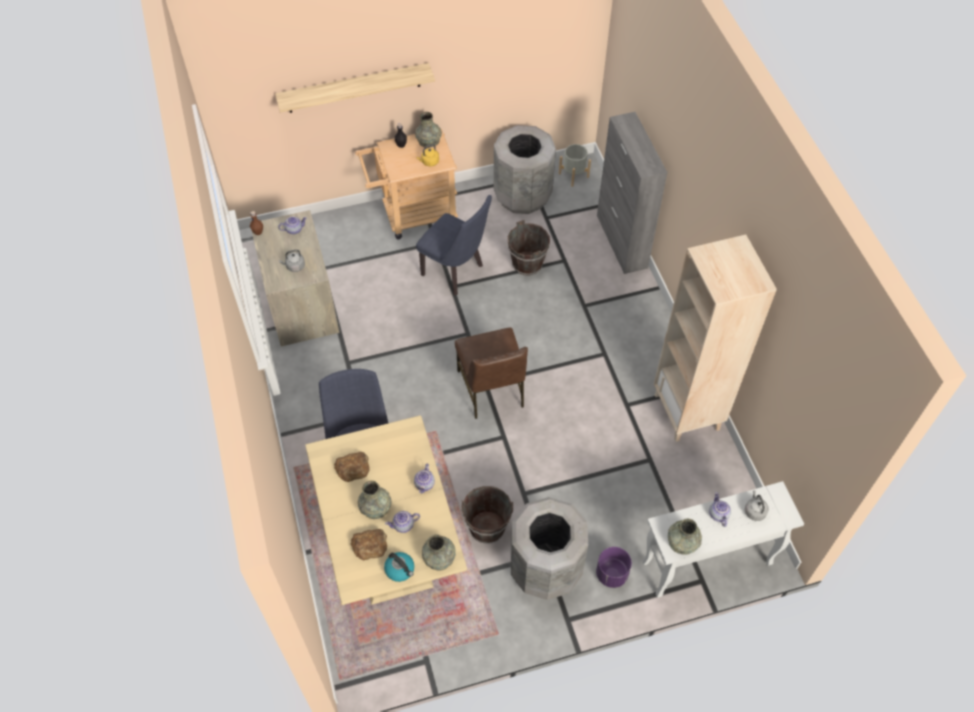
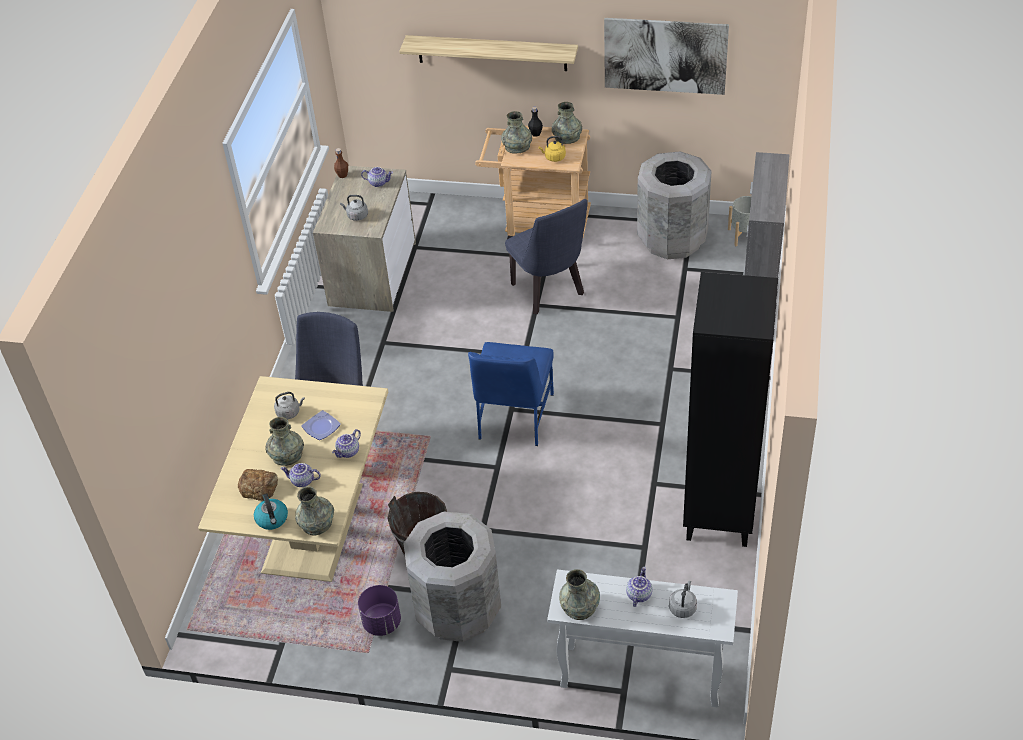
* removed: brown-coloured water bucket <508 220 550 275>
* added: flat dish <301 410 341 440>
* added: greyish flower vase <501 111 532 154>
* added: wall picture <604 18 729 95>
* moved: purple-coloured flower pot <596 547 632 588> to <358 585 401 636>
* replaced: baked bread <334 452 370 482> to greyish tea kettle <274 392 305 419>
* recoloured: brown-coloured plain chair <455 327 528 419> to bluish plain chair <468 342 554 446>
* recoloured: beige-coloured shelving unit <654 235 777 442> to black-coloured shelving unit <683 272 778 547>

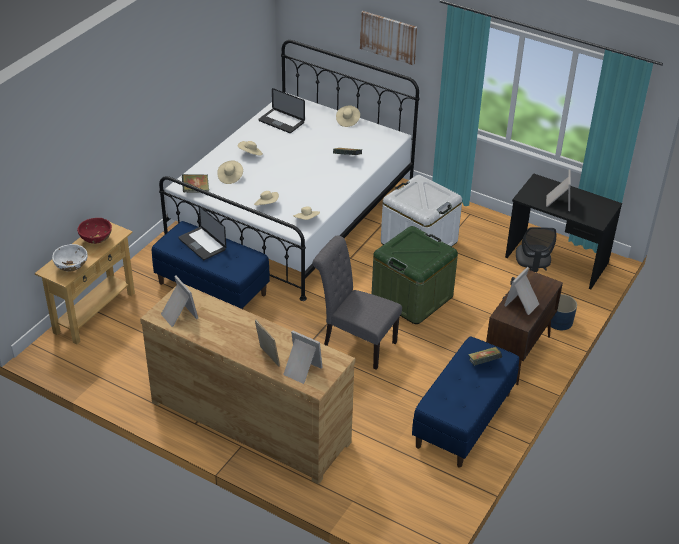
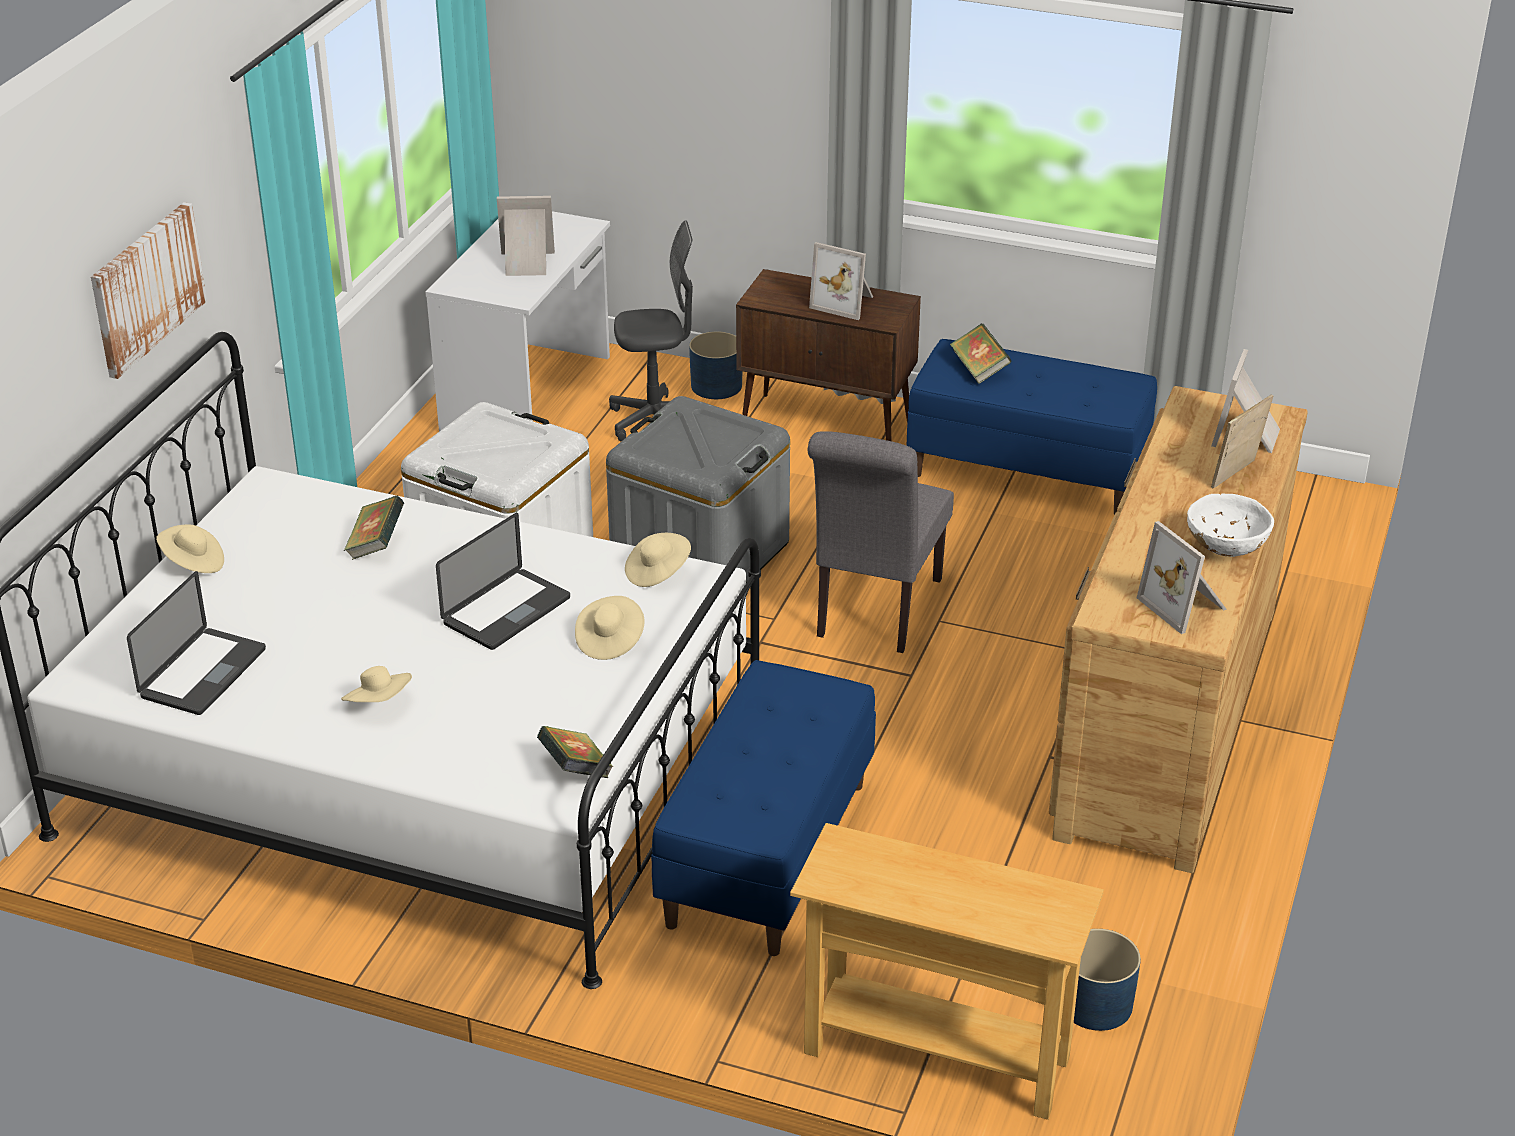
* removed: reddish bowl <77 218 112 244>
* removed: beige-coloured wearable hat <217 160 243 184>
* added: bluish flower pot <1074 929 1141 1031>
* moved: white-coloured bowl <52 244 88 272> to <1187 494 1274 557>
* moved: portable computer <178 206 226 260> to <436 513 570 650>
* recoloured: greenish storage box <372 226 458 324> to greyish storage box <606 396 790 582>
* recoloured: black-coloured desk <505 174 622 289> to white-coloured desk <425 211 610 431>
* turned: picture frame <161 276 198 327> = <1137 521 1227 634> 75 degrees counterclockwise

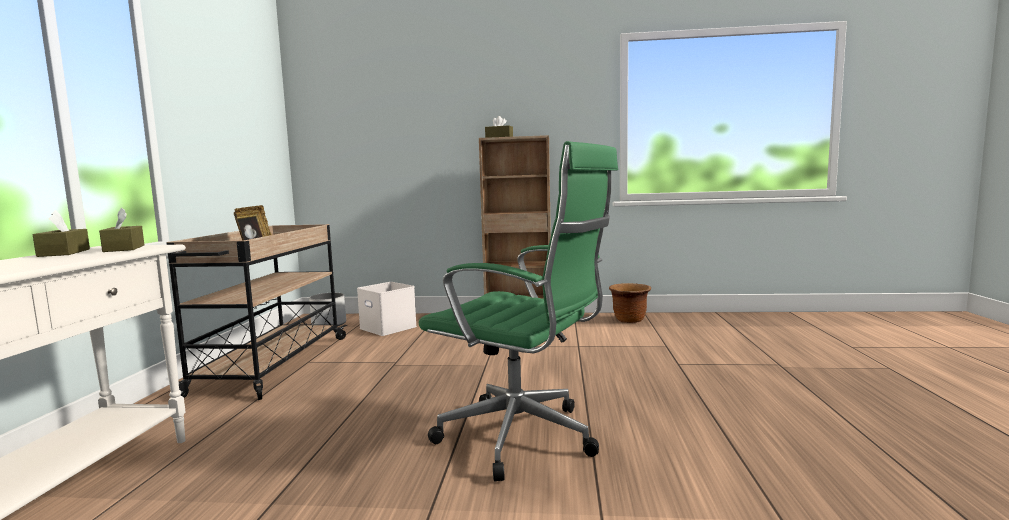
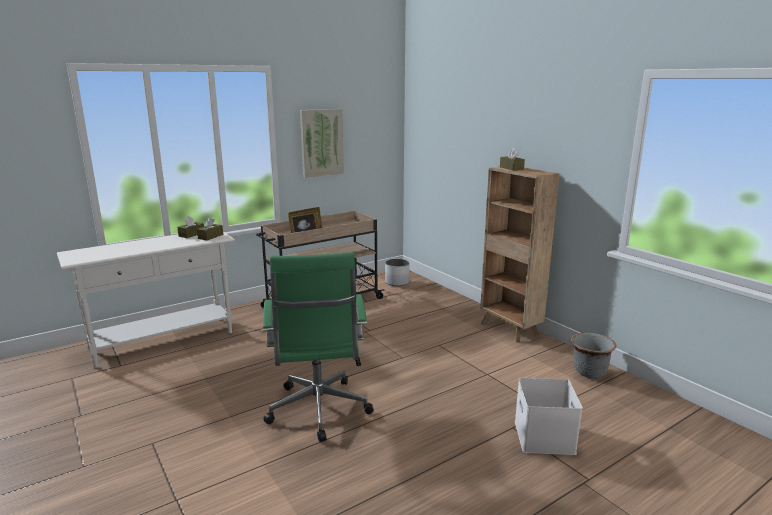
* added: wall picture <300 109 344 178>
* moved: white-coloured storage box <357 282 417 336> to <515 378 583 455>
* recoloured: brown-coloured flower pot <609 283 651 323> to greyish flower pot <571 333 616 379>

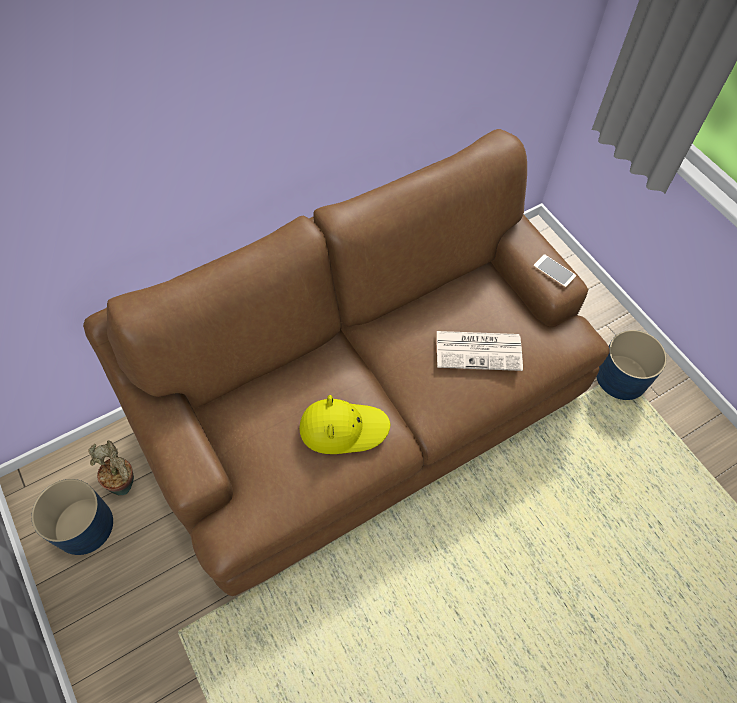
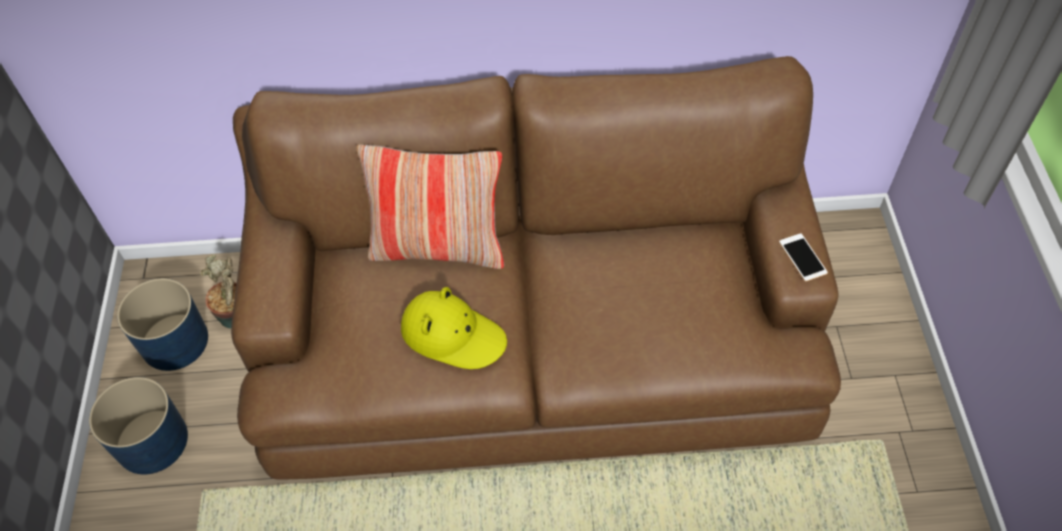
* removed: daily paper <437 331 523 371>
* added: throw pillow <357 144 505 269>
* moved: bluish flower pot <596 330 667 400> to <89 377 188 474>

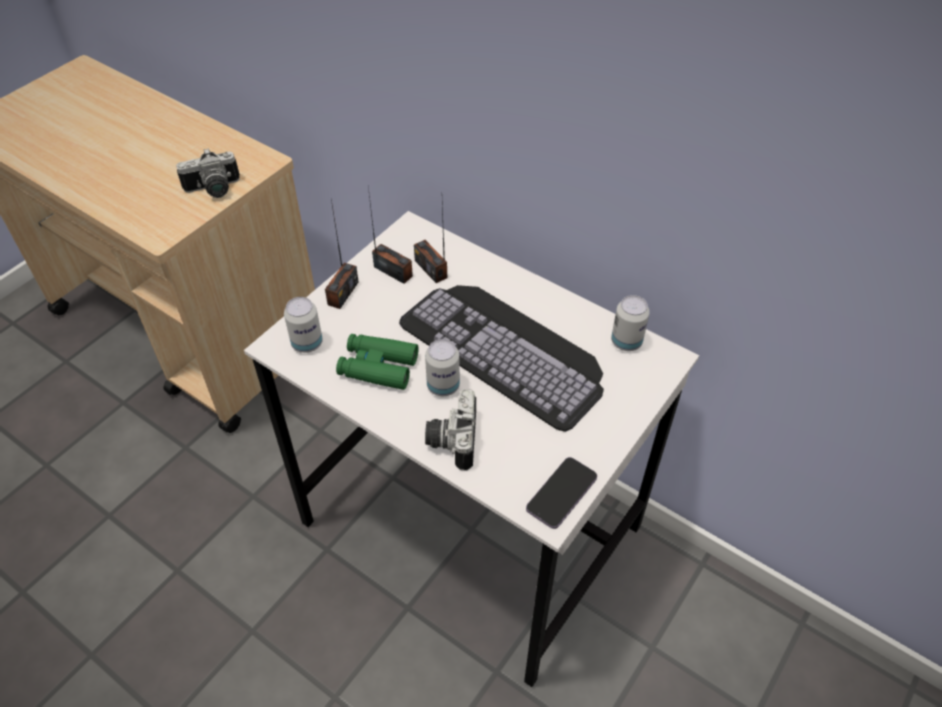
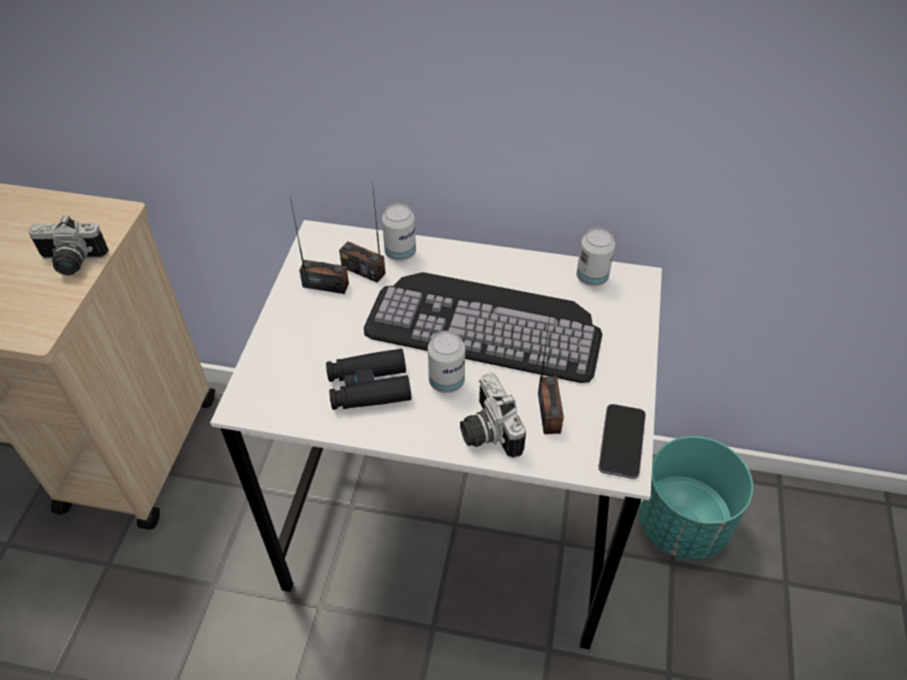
* added: turquoise flower pot <638 436 753 560>
* moved: metal can <284 297 323 353> to <382 203 416 261>
* moved: radio <325 200 359 309> to <538 310 564 434>
* recoloured: greenish field glasses <336 334 419 390> to black-coloured field glasses <326 349 411 410>
* turned: photo camera <176 148 240 198> = <28 215 109 275> 45 degrees clockwise

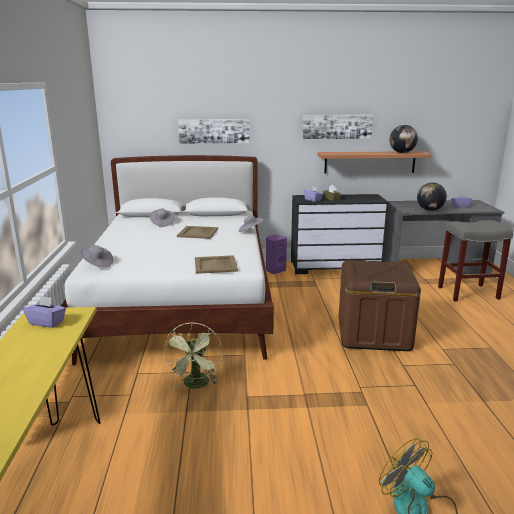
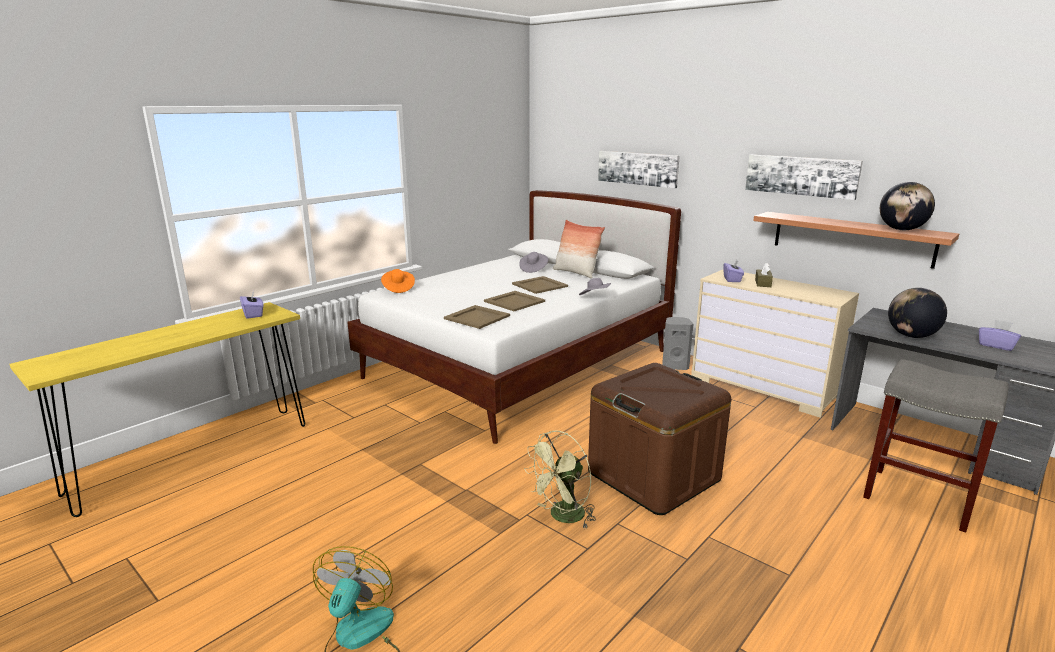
* added: beige-coloured serving tray <484 291 545 311>
* added: throw pillow <553 219 605 278>
* moved: greenish fan <163 323 223 389> to <524 431 596 529>
* recoloured: greyish wearable hat <81 245 113 268> to orange wearable hat <381 269 415 293>
* recoloured: purple-coloured audio speaker <266 235 287 274> to greyish audio speaker <662 317 693 370>
* recoloured: black-coloured dresser <291 194 389 274> to beige-coloured dresser <691 269 859 418>

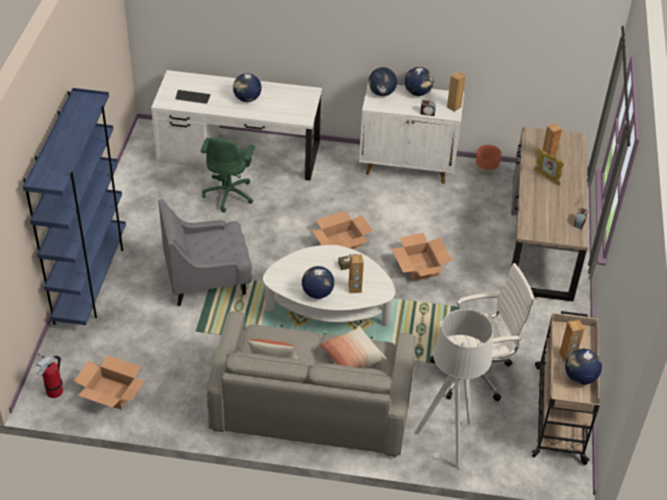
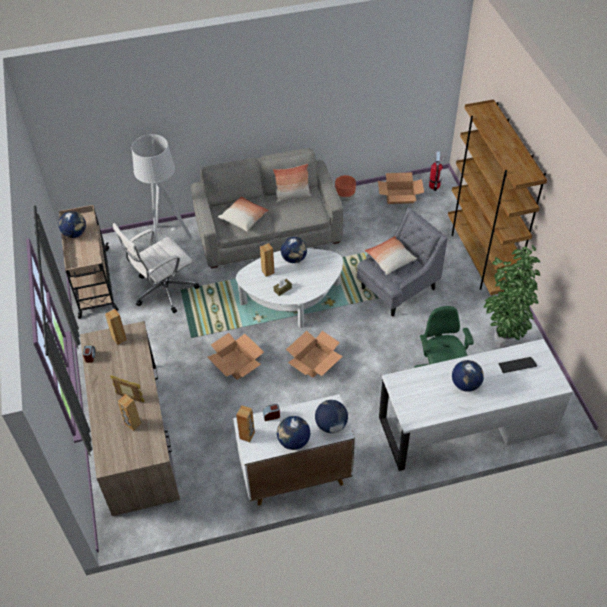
* added: throw pillow <364 236 417 275>
* added: potted plant <483 245 541 349>
* moved: brown-coloured flower pot <475 145 502 175> to <335 175 356 201>
* moved: brown-coloured audio speaker <560 320 584 362> to <105 309 127 345>
* recoloured: bluish shelving unit <23 88 126 325> to brown-coloured shelving unit <448 99 547 295>

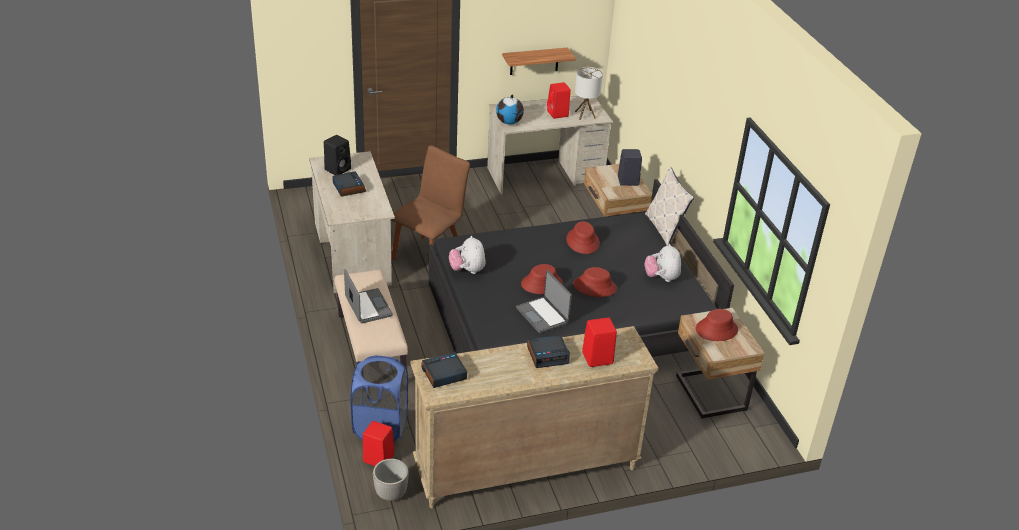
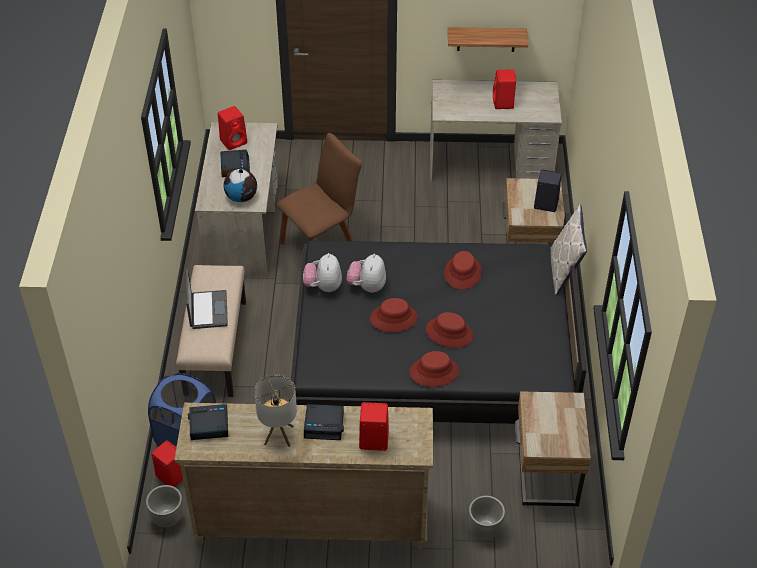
* removed: portable computer <516 270 572 333>
* added: flower pot <468 496 505 538>
* moved: world globe <496 95 524 124> to <224 169 257 202>
* moved: lamp for a table <575 67 603 120> to <254 375 297 447>
* moved: cuddly toy <644 244 681 282> to <347 254 386 293>
* moved: reddish wearable hat <696 309 738 341> to <410 351 459 387>
* recoloured: black-coloured audio speaker <324 135 351 175> to reddish audio speaker <218 106 247 150>

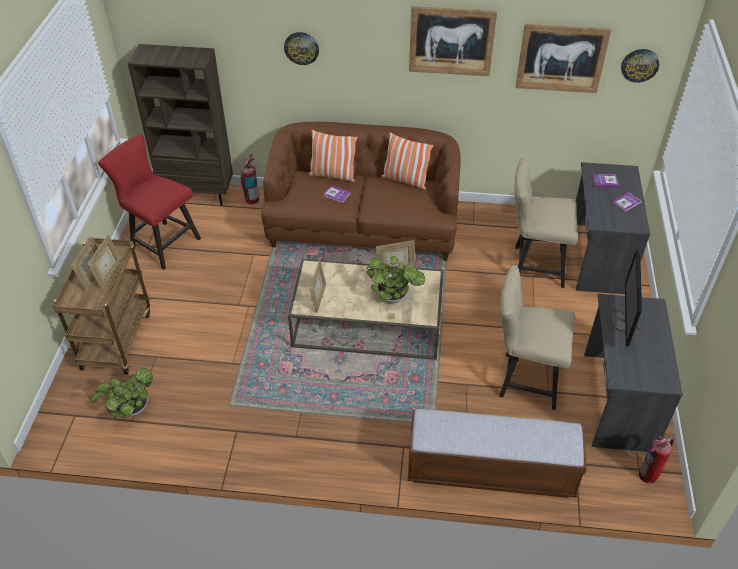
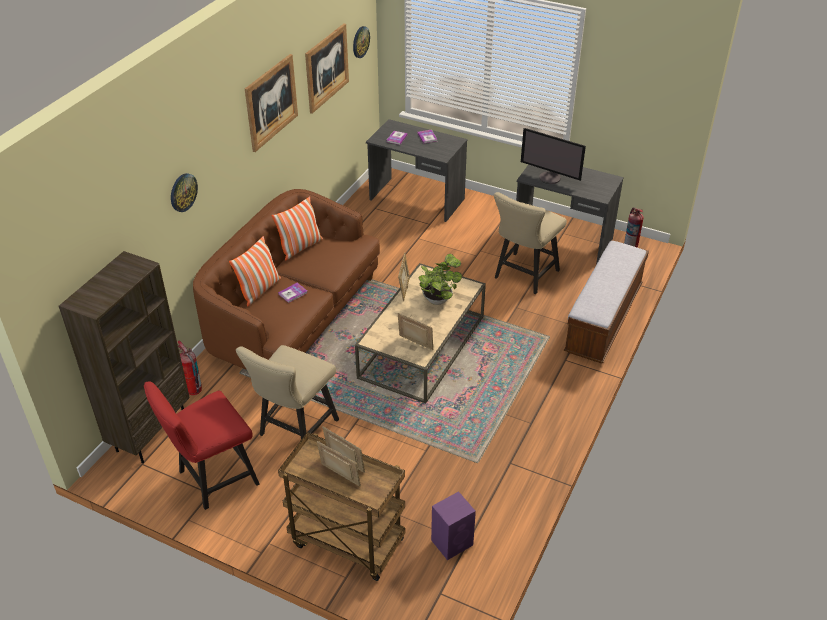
* moved: beige-coloured plain chair <515 159 578 288> to <236 345 339 440>
* replaced: potted plant <91 368 153 418> to purple-coloured audio speaker <431 491 476 560>

